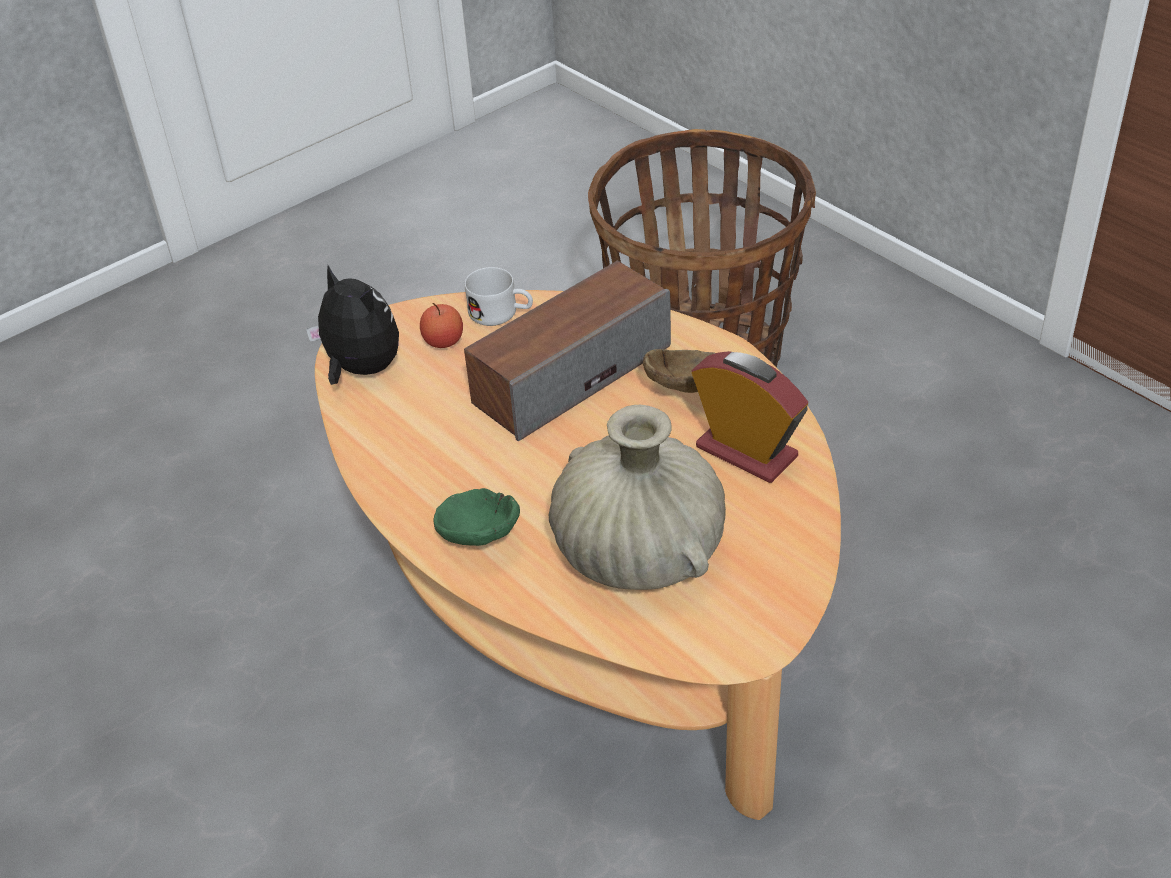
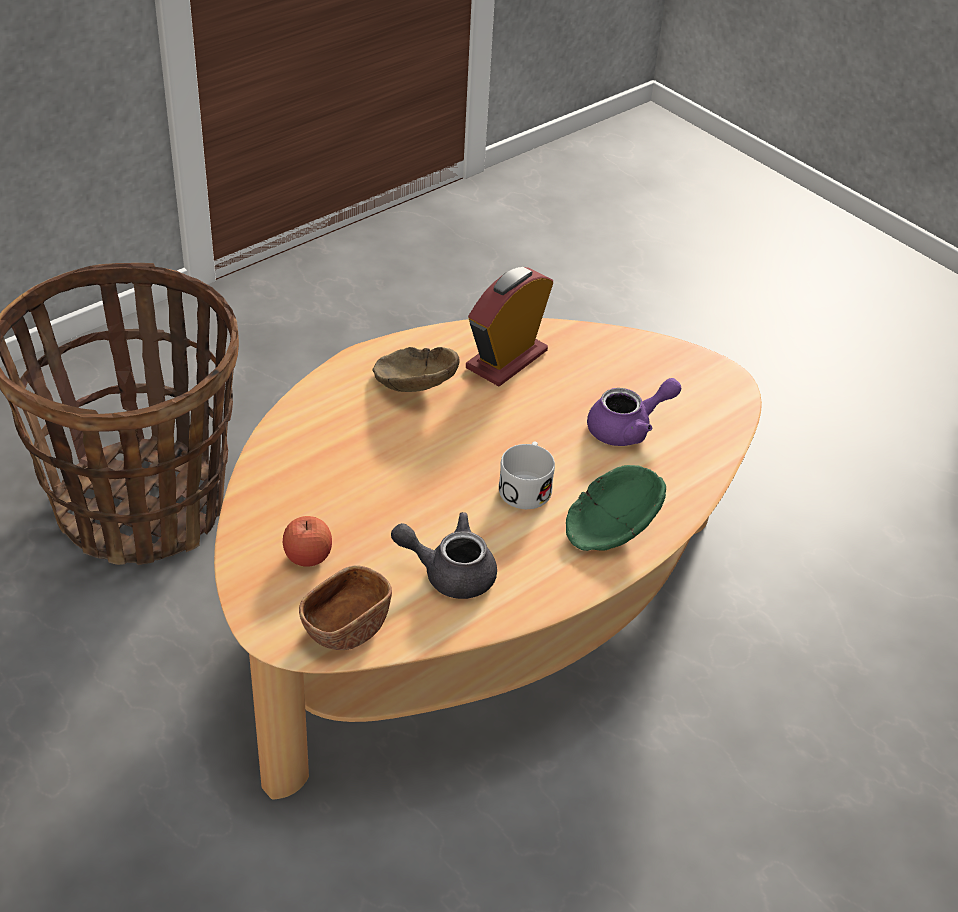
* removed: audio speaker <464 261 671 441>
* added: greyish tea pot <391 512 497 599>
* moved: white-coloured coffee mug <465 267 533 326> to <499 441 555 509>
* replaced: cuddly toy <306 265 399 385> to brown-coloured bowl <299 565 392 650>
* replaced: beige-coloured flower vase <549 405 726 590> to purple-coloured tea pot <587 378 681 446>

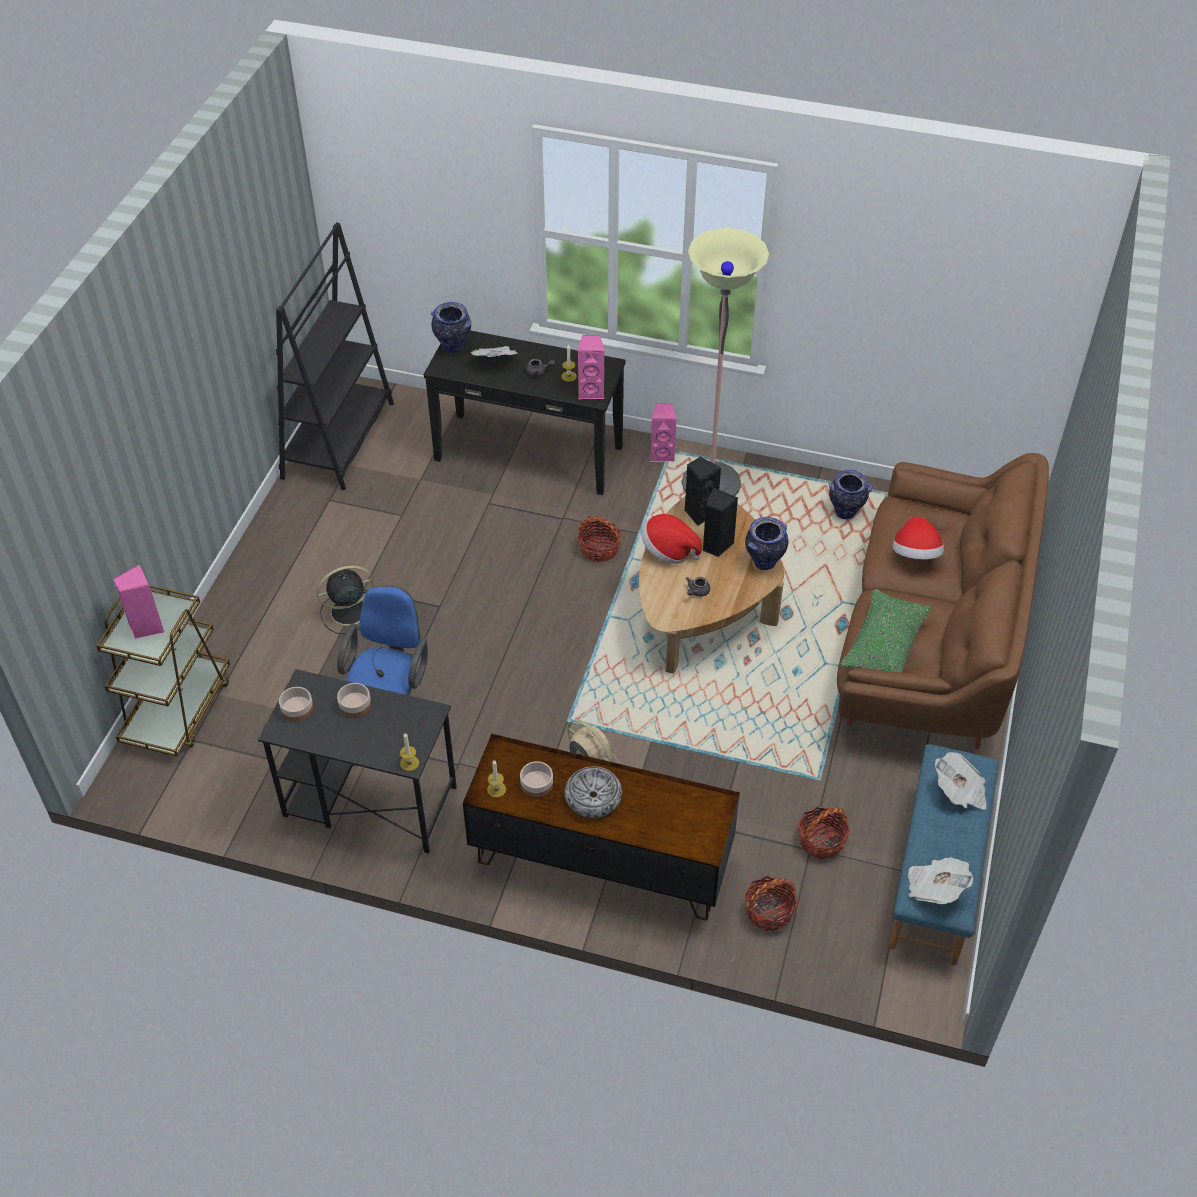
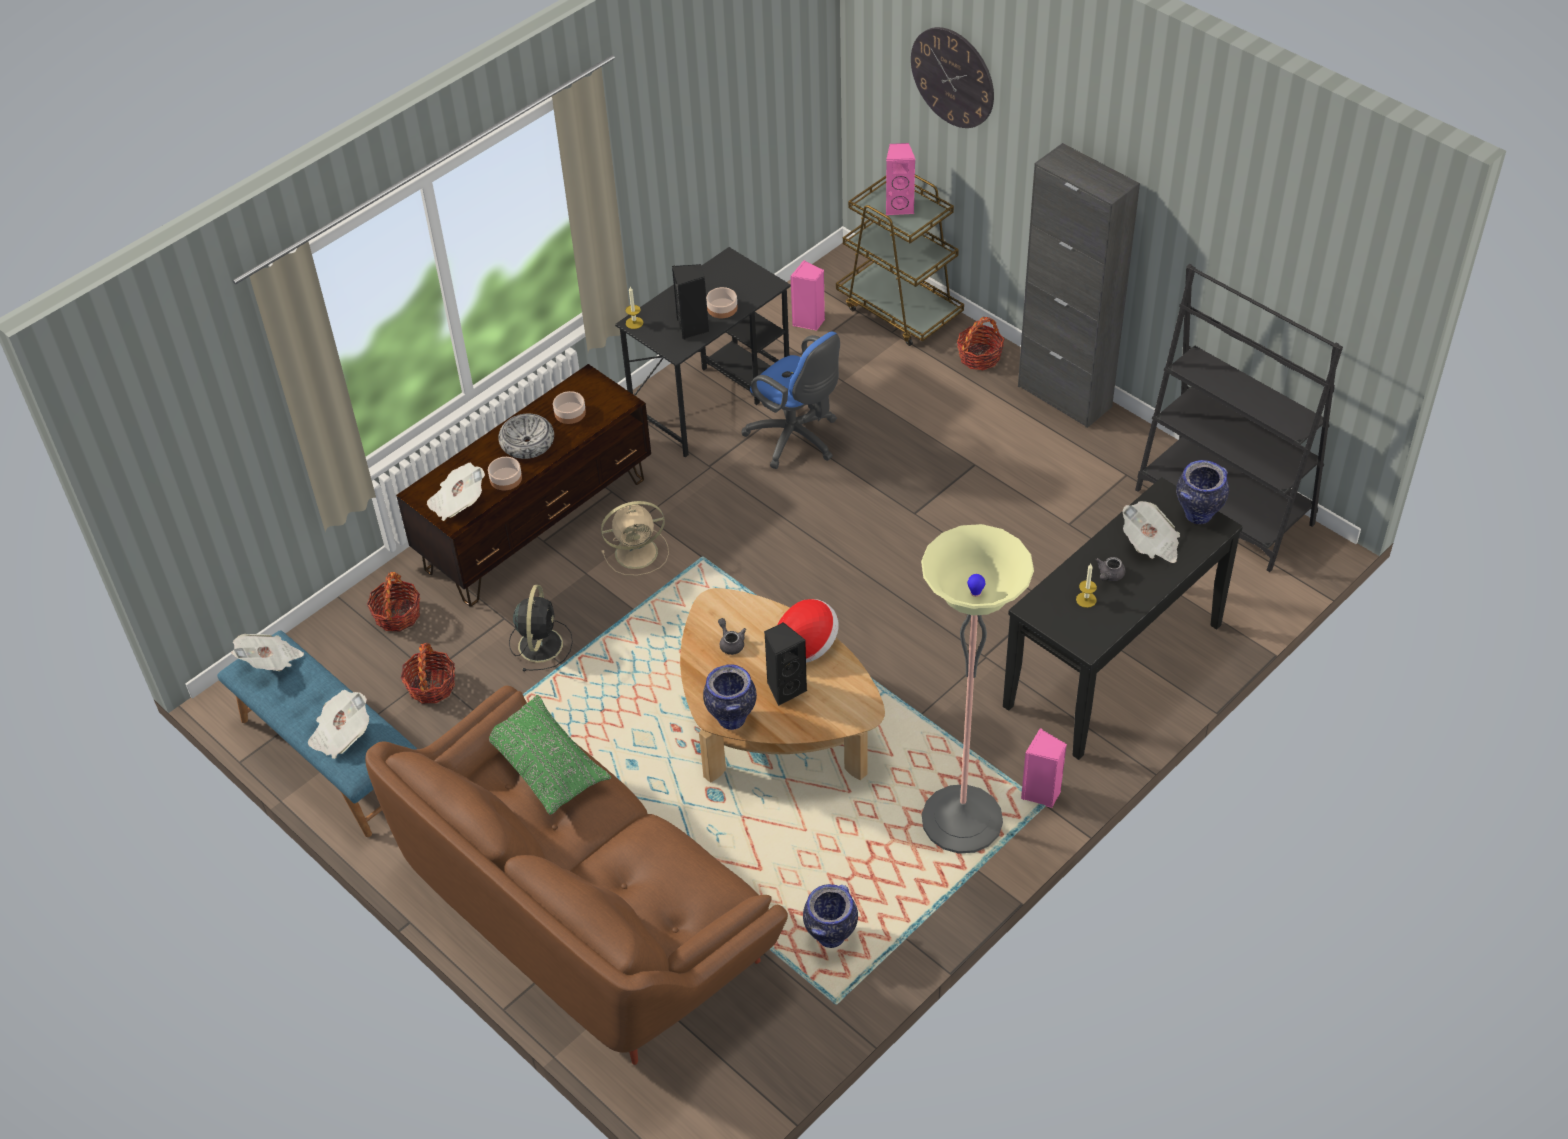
* removed: wax light <487 760 506 798>
* removed: wearable hat <893 517 944 560>
* added: daily paper <427 463 485 521>
* added: hanging clock <911 27 994 128>
* added: black-coloured cabinet <1018 143 1140 428>
* moved: bowl <279 687 313 721> to <488 457 522 490>
* moved: black-coloured fan <317 566 373 634> to <509 585 573 671>
* moved: pinkish audio speaker <578 335 605 399> to <790 260 825 331>
* moved: household basket <578 516 621 562> to <957 317 1004 370>
* moved: black-coloured audio speaker <685 456 721 526> to <672 264 709 340>

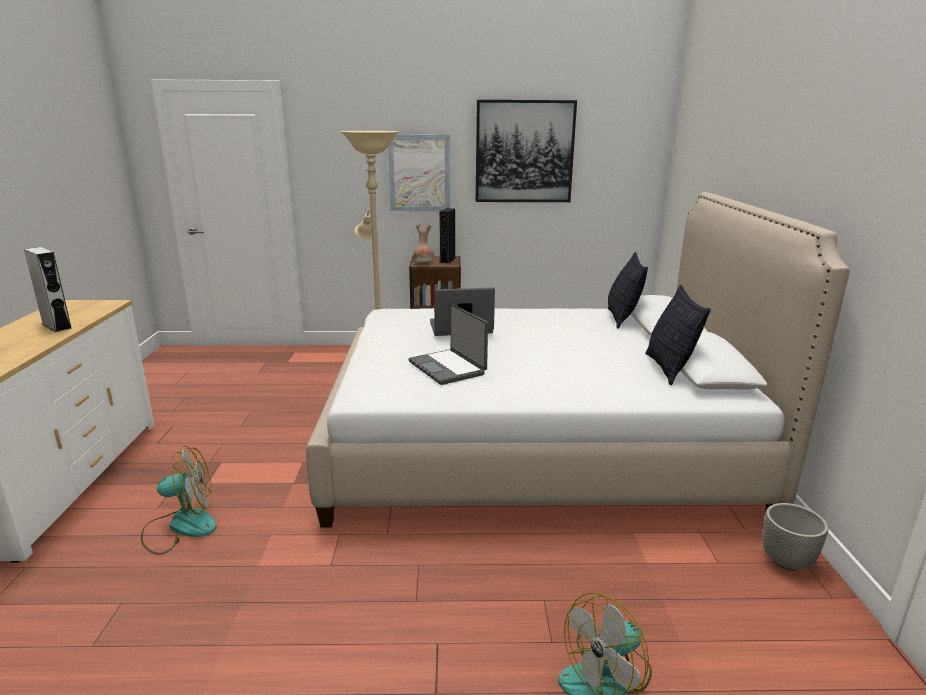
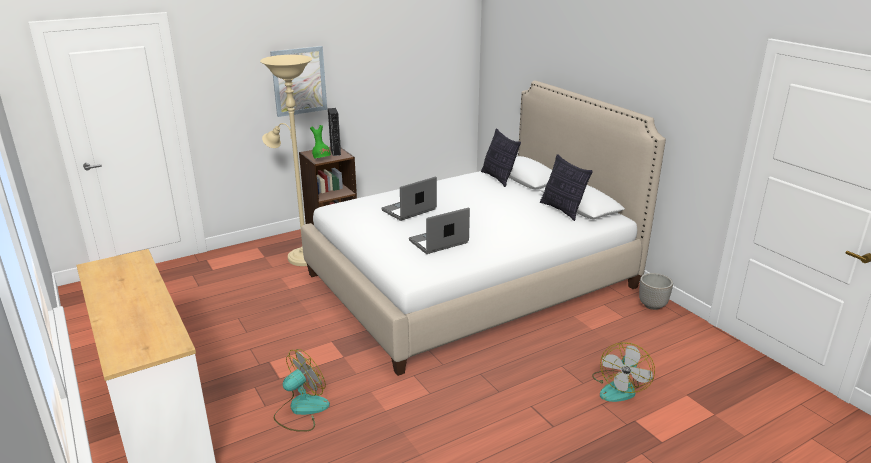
* removed: greyish audio speaker <24 247 72 332>
* removed: wall picture <476 100 577 202>
* recoloured: brown-coloured flower vase <413 224 434 262> to greenish flower vase <310 125 331 159>
* turned: portable computer <408 304 488 385> = <409 208 470 254> 120 degrees clockwise

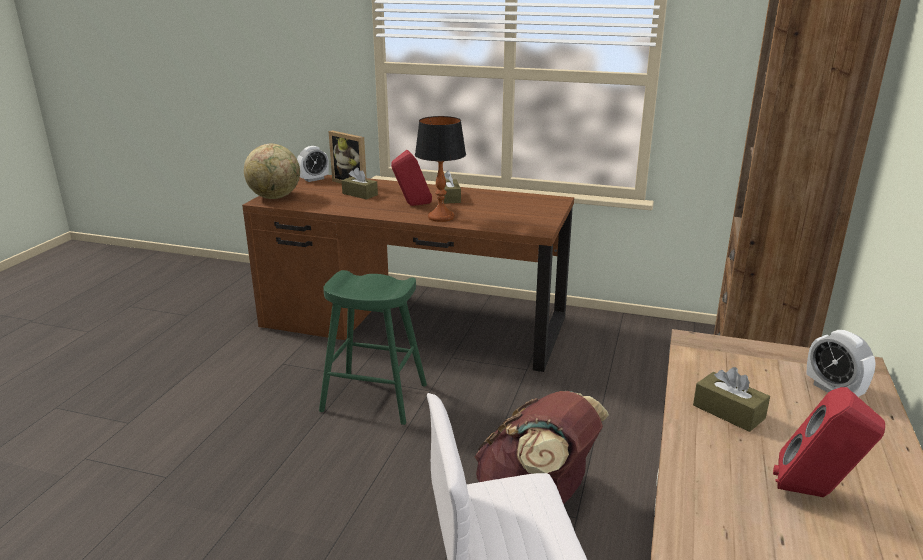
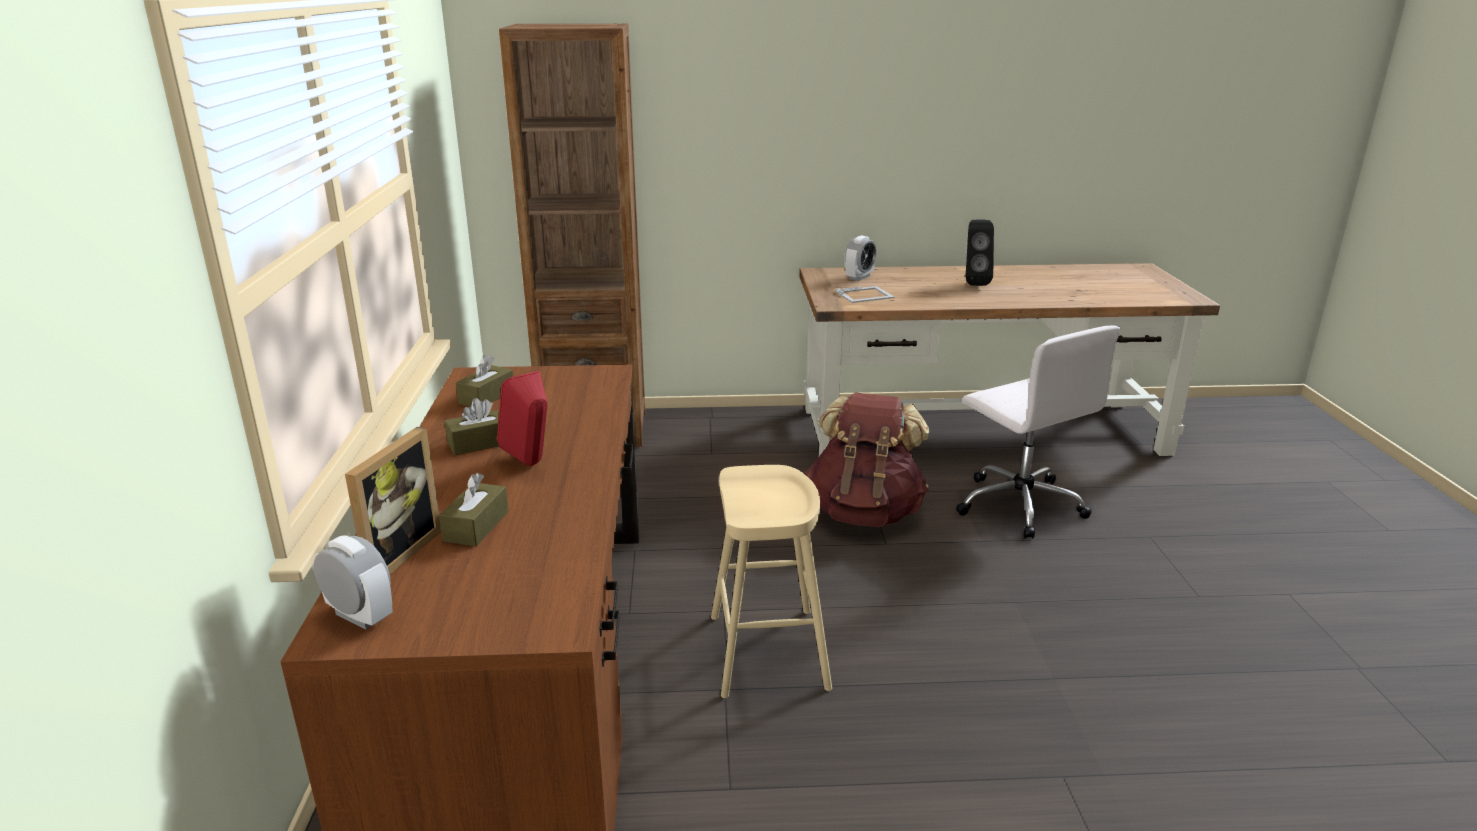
* removed: world globe <244 144 300 199>
* removed: lamp for a table <415 116 466 222>
* added: picture frame <835 286 894 303>
* moved: brown-coloured tissue box <693 367 770 432> to <456 355 513 407>
* recoloured: greenish stool seat <319 270 427 425> to beige-coloured stool seat <711 465 832 698>
* recoloured: reddish audio speaker <773 387 885 497> to black-coloured audio speaker <966 219 994 286>

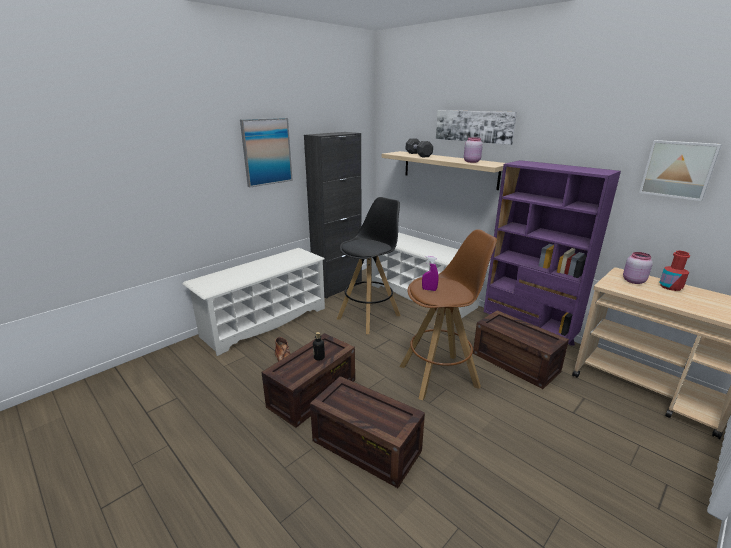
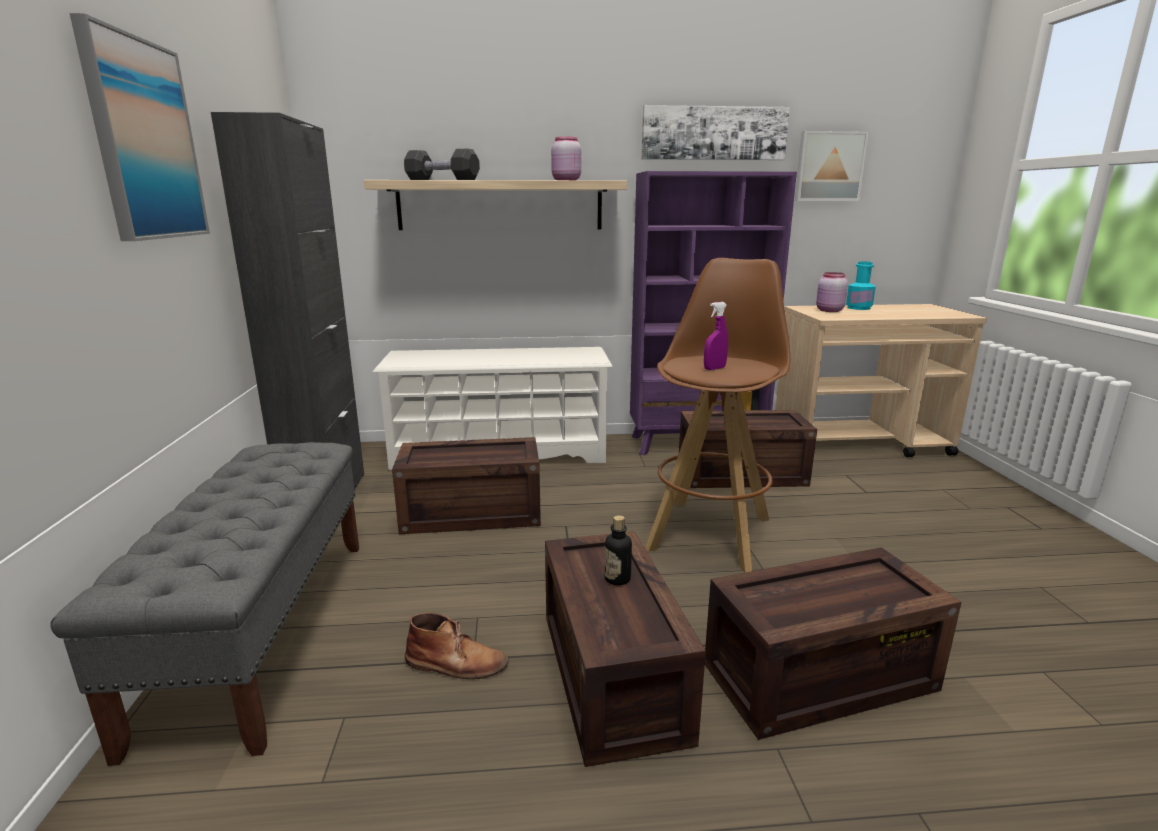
* moved: wall picture <436 110 517 145> to <642 105 790 160>
* replaced: white-coloured shoe shelf <182 248 325 356> to greyish indoor bench <50 442 359 766>
* replaced: black-coloured stool seat <337 197 401 334> to packing crate <392 437 541 534>
* recoloured: reddish bottle <659 251 690 291> to turquoise bottle <846 261 876 310>

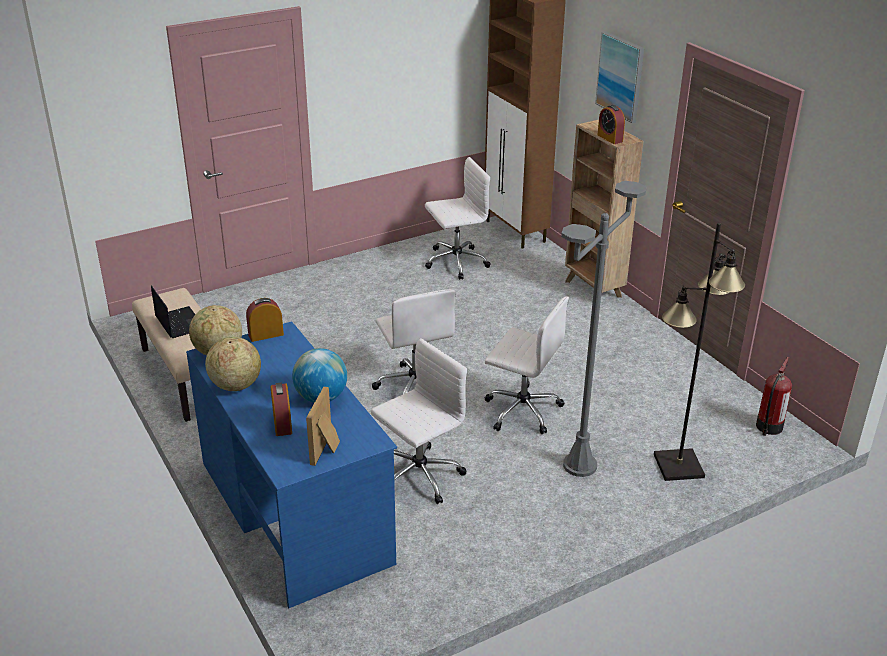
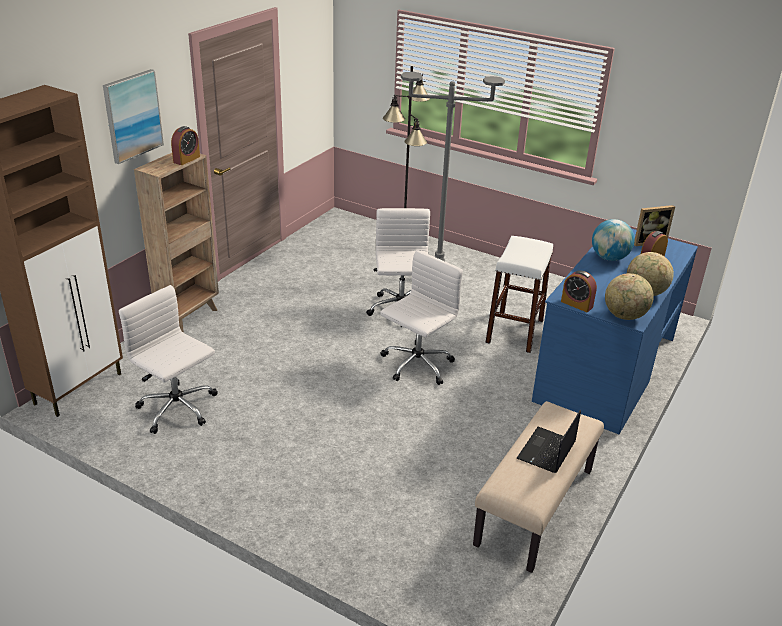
* removed: fire extinguisher <756 357 792 436>
* replaced: white-coloured desk chair <371 338 467 504> to white-coloured stool seat <485 236 553 353>

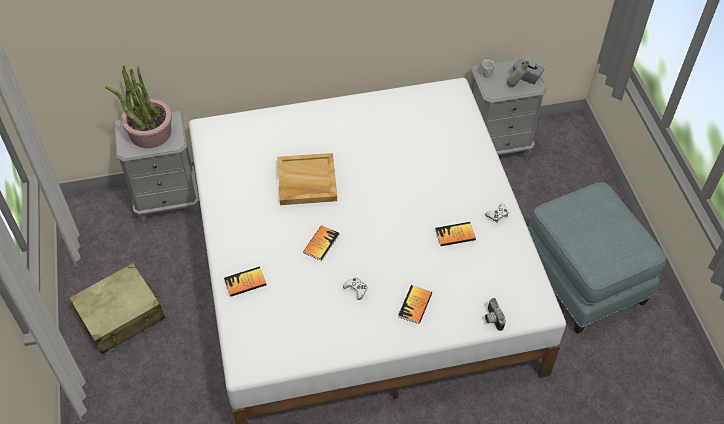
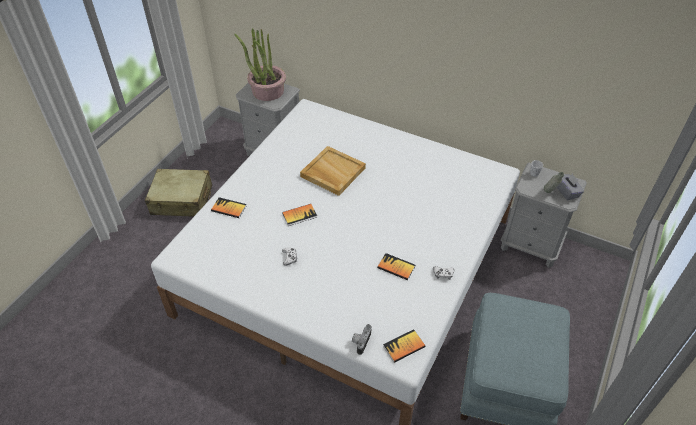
* moved: volume <398 285 432 324> to <383 329 425 363>

